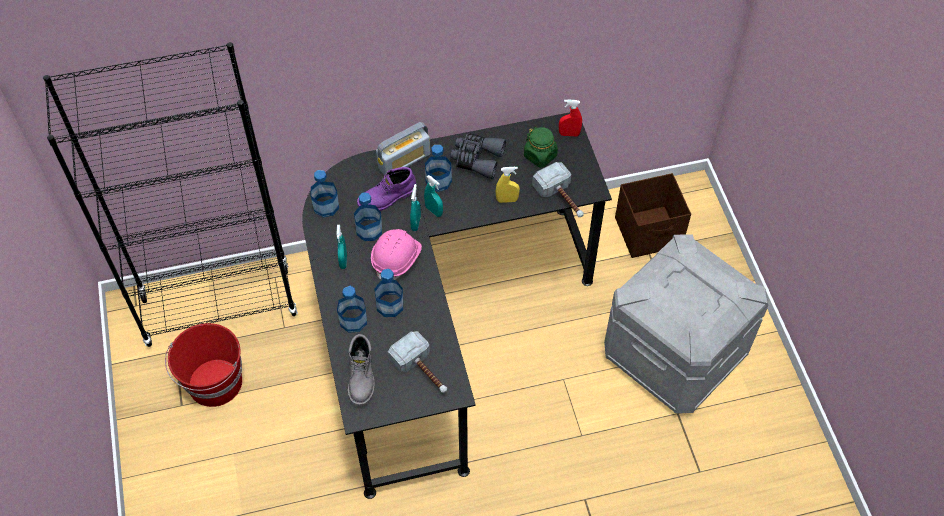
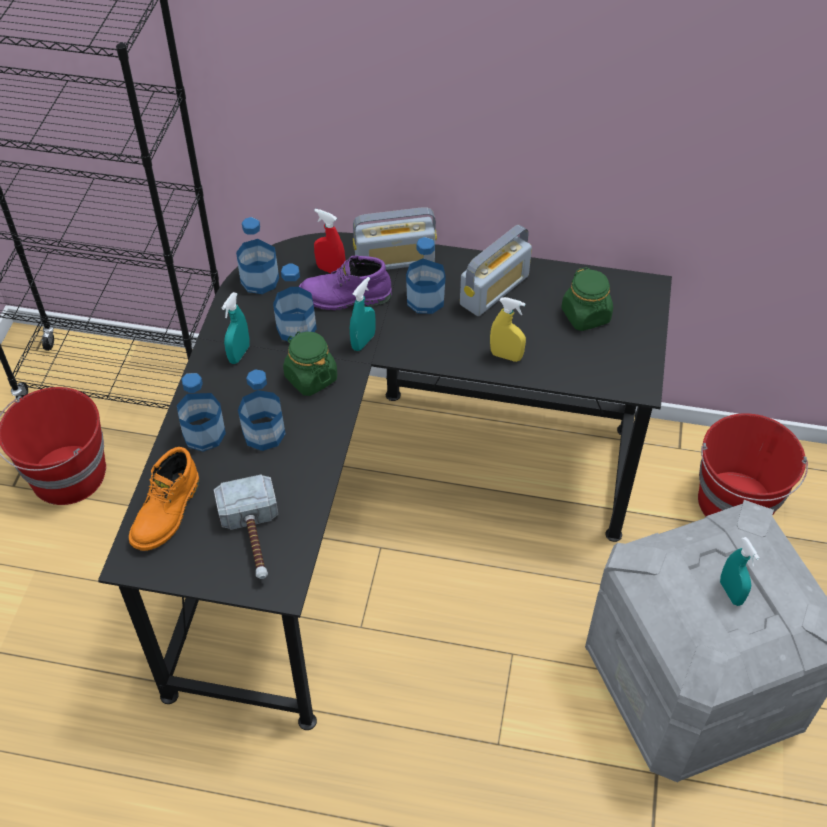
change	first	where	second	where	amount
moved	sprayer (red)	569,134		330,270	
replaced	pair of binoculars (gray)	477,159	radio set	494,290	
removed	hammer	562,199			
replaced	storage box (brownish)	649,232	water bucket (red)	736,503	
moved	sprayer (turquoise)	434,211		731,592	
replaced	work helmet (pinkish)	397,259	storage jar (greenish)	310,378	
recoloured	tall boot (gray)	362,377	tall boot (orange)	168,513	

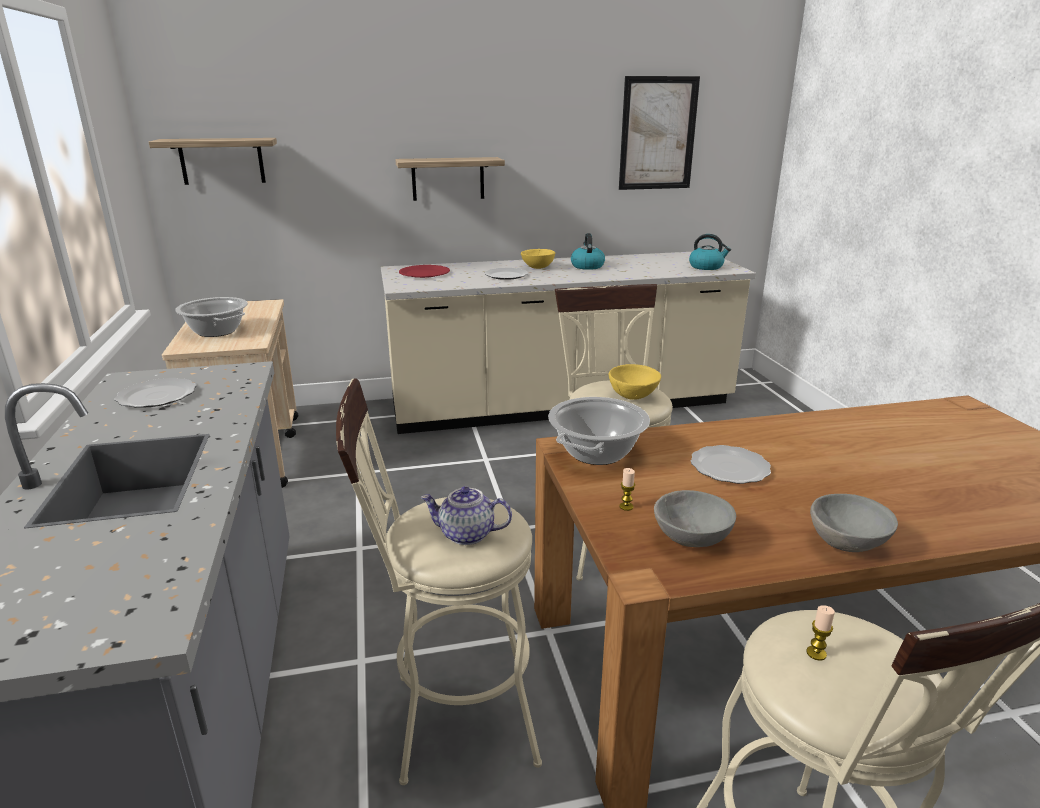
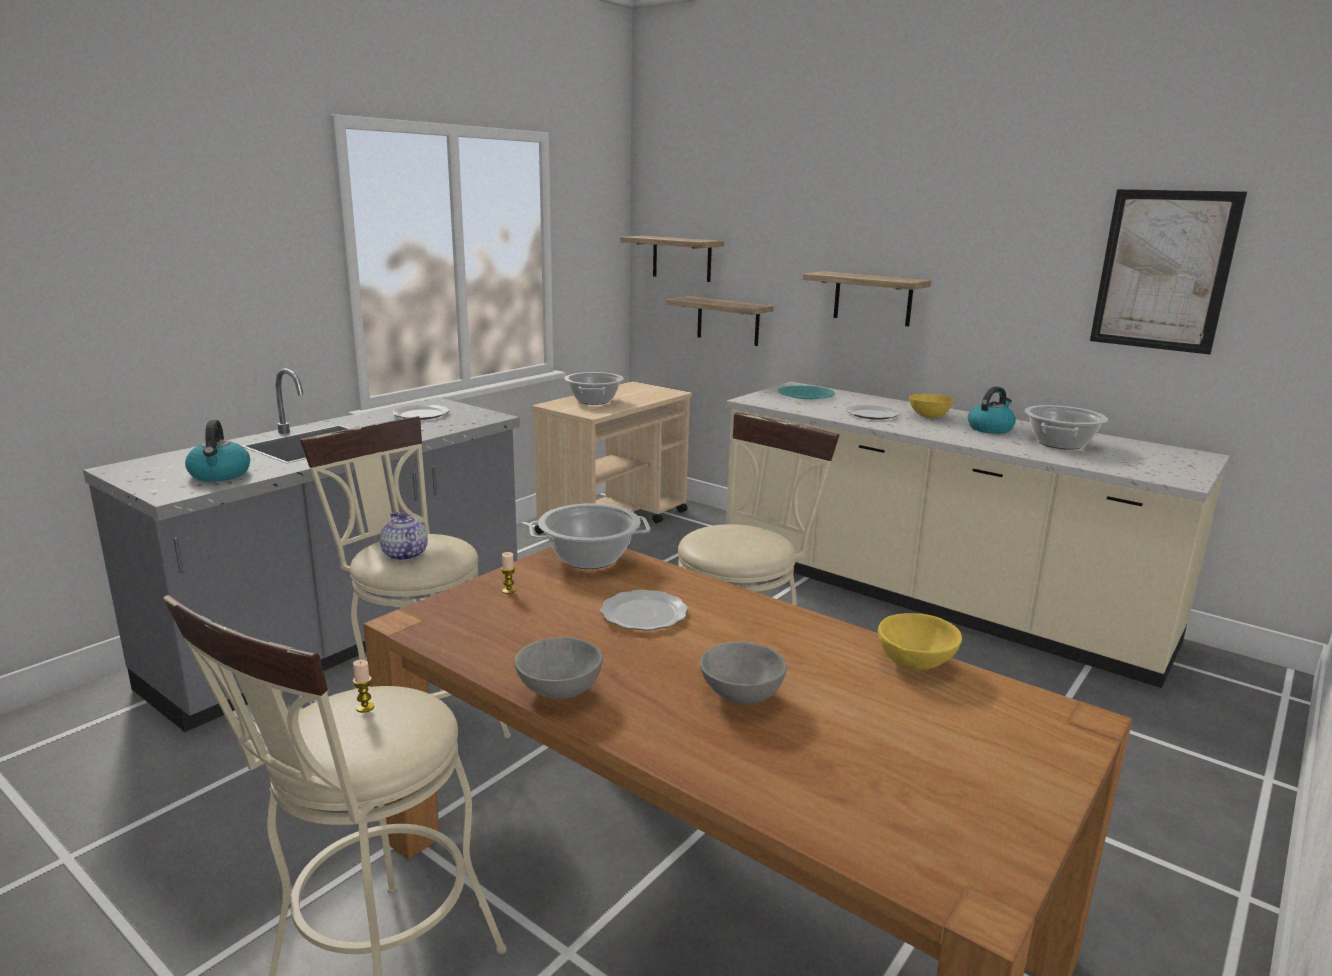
change	first	where	second	where	amount
moved	kettle	706,267		220,475	
recoloured	dinner plate (red)	424,273	dinner plate (turquoise)	806,394	
moved	serving bowl (yellowish)	634,396		916,664	
moved	serving bowl (gray)	691,541		740,697	
added			shelf	728,321	
added			cooking pot	1060,444	

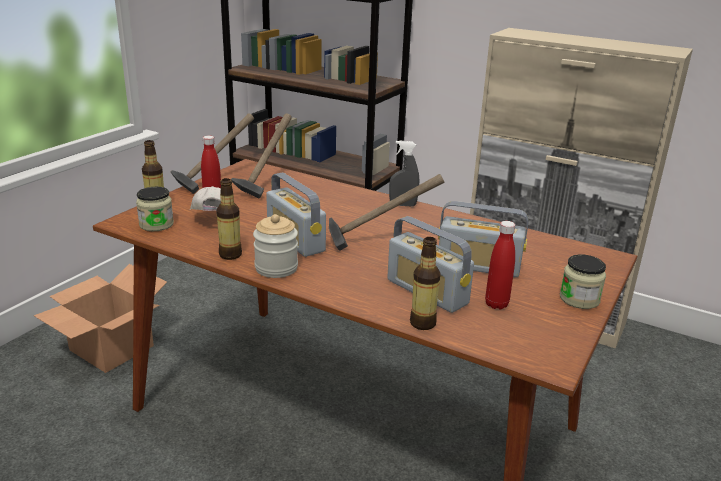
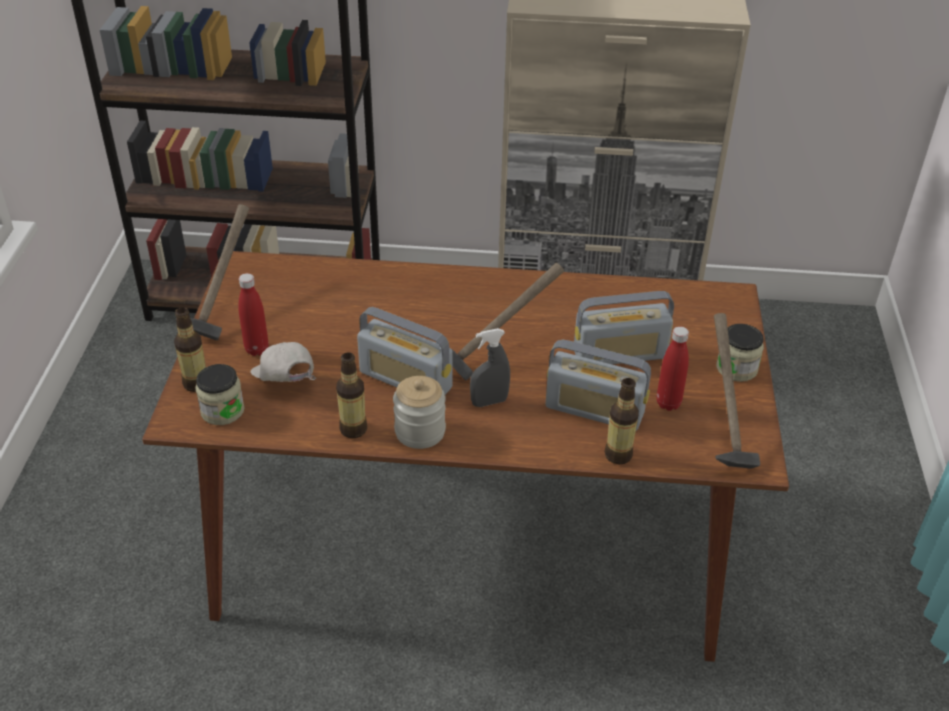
change	first	where	second	where	amount
moved	hammer	265,184		721,430	
moved	sprayer (gray)	402,205		489,402	
removed	carton	113,348			

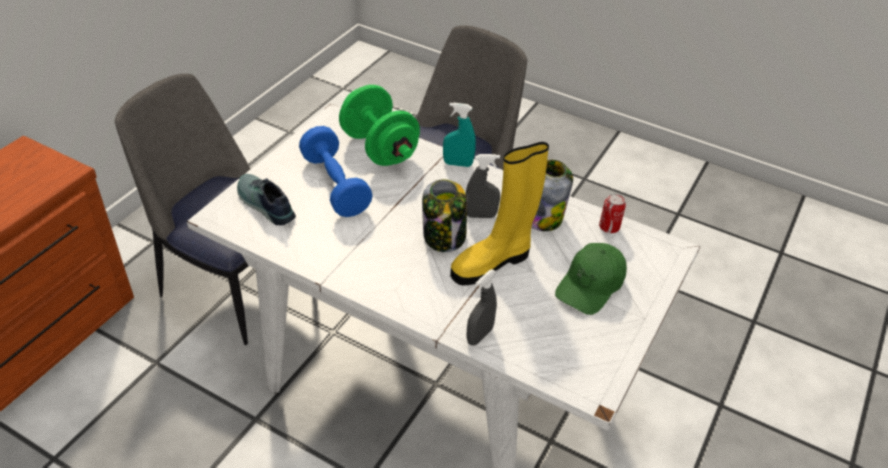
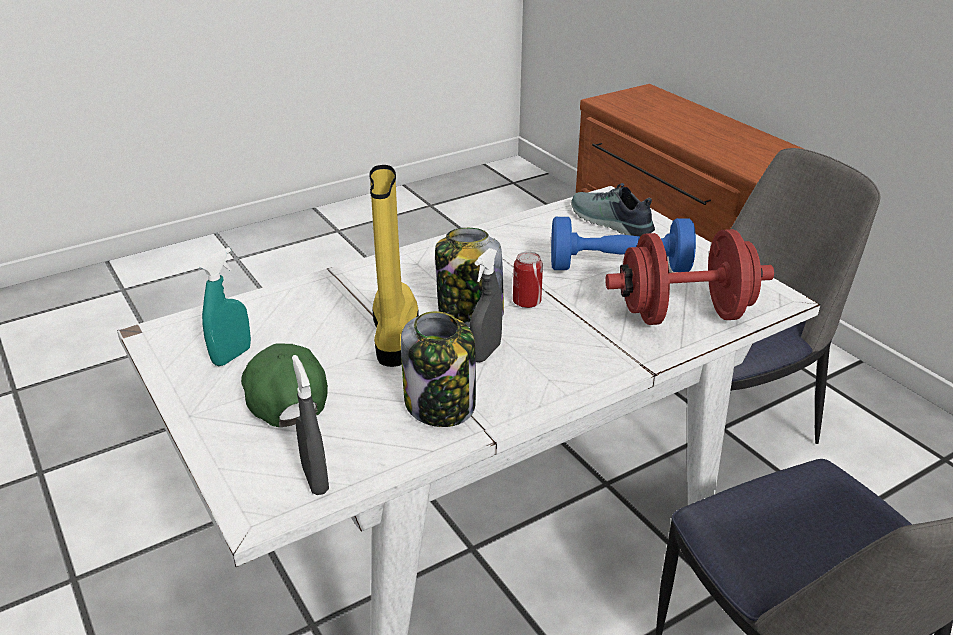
change	first	where	second	where	amount
recoloured	dumbbell (greenish)	379,148	dumbbell (red)	683,315	
moved	sprayer (turquoise)	458,164		232,356	
turned	item of footwear	264,205		609,222	120 degrees counterclockwise
moved	metal can	609,227		526,302	
moved	sprayer (gray)	479,335		315,479	

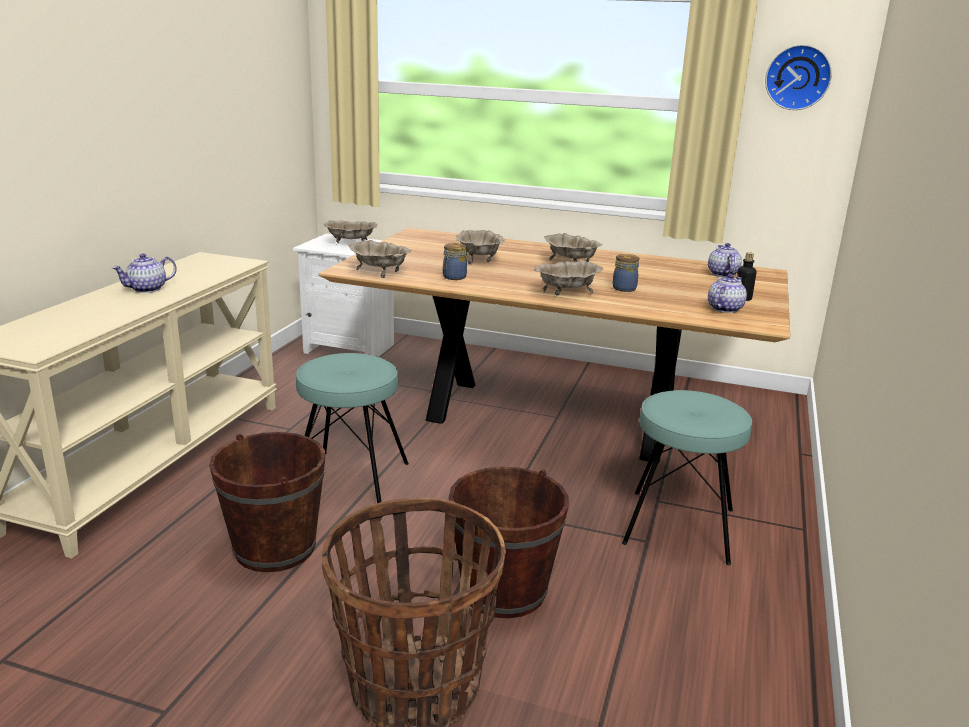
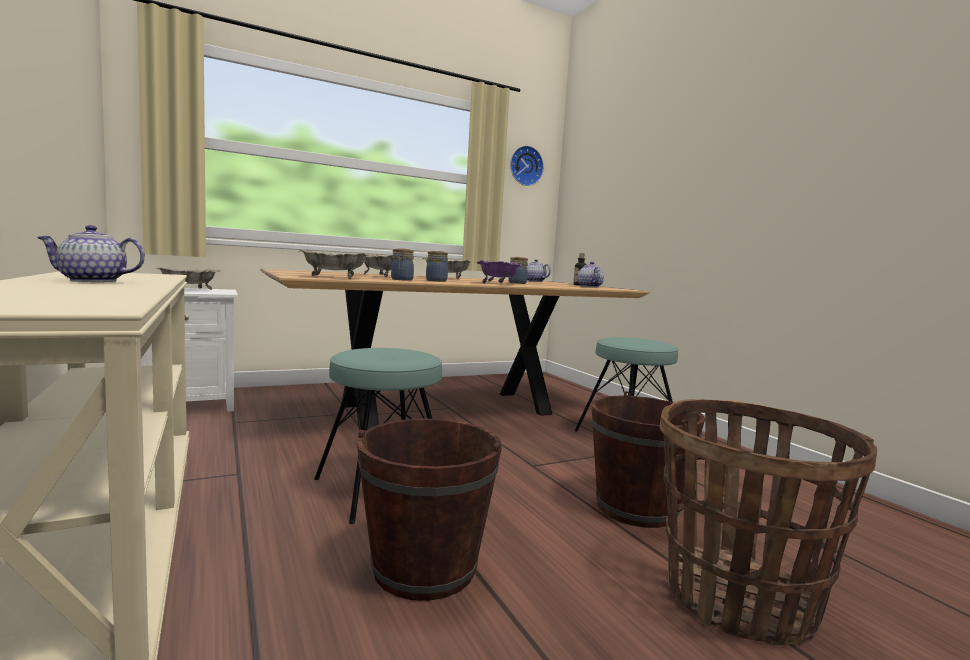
change	first	where	second	where	amount
turned	tea pot	147,289		92,281	75 degrees clockwise
recoloured	serving bowl (sand-coloured)	566,293	serving bowl (purple)	498,283	
added			storage jar	436,281	

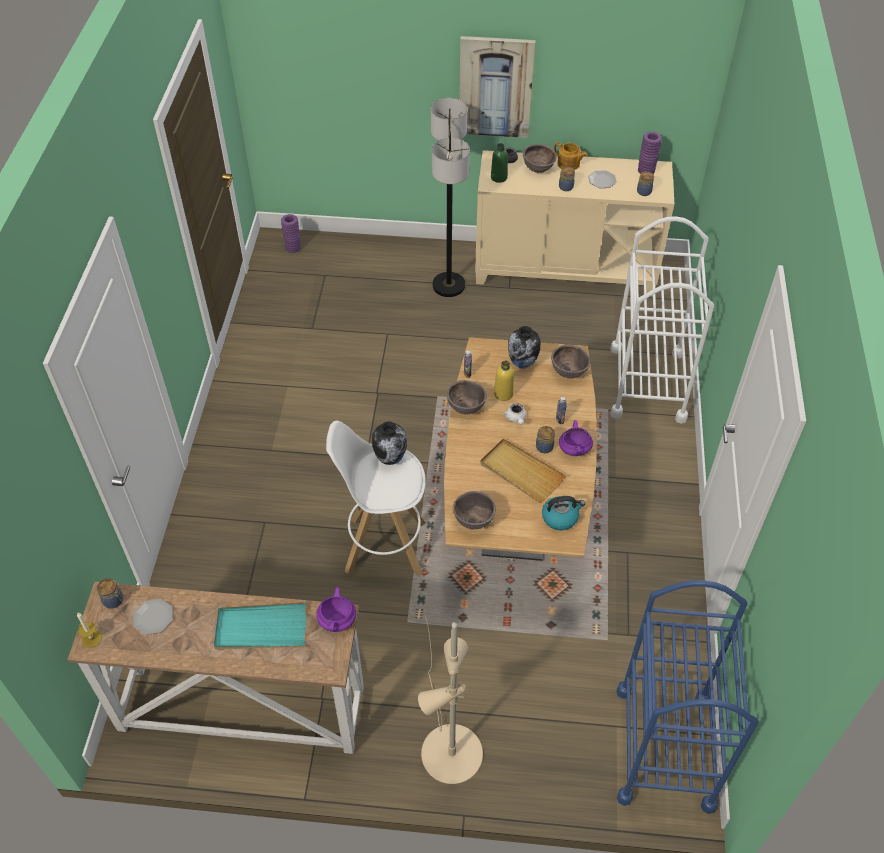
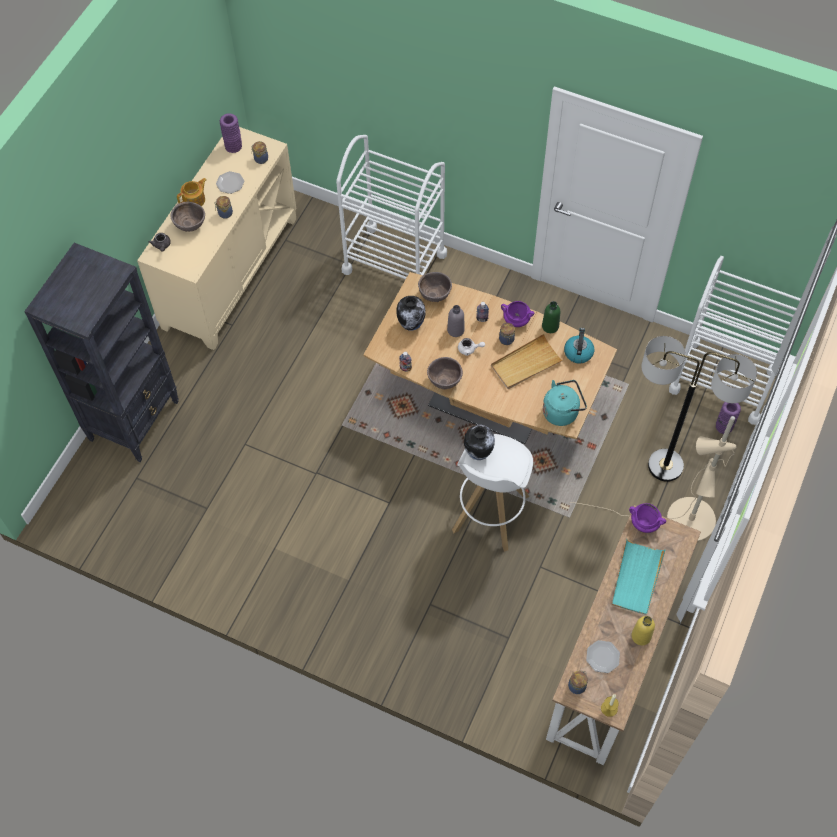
change	first	where	second	where	amount
removed	wall picture	495,87			
moved	floor lamp	449,285		665,465	
moved	bottle (greenish)	499,177		550,326	
moved	flower vase (purple)	293,247		724,426	
moved	bottle (yellowish)	503,394		641,636	
replaced	serving bowl (brownish)	474,521	kettle (turquoise)	562,411	
recoloured	cart (blue-coloured)	664,747	cart (white)	723,381	
added			bookshelf (blackish)	135,420	
added			bottle (gray)	455,330	

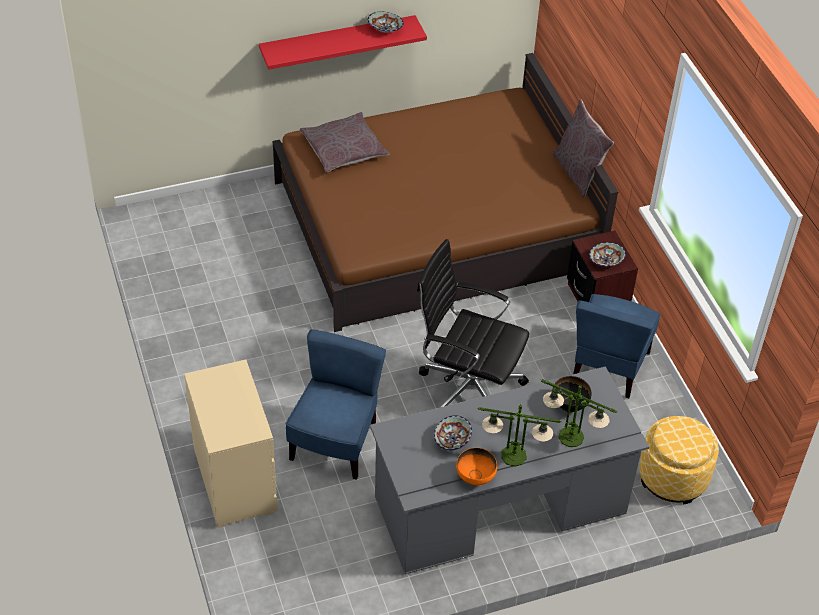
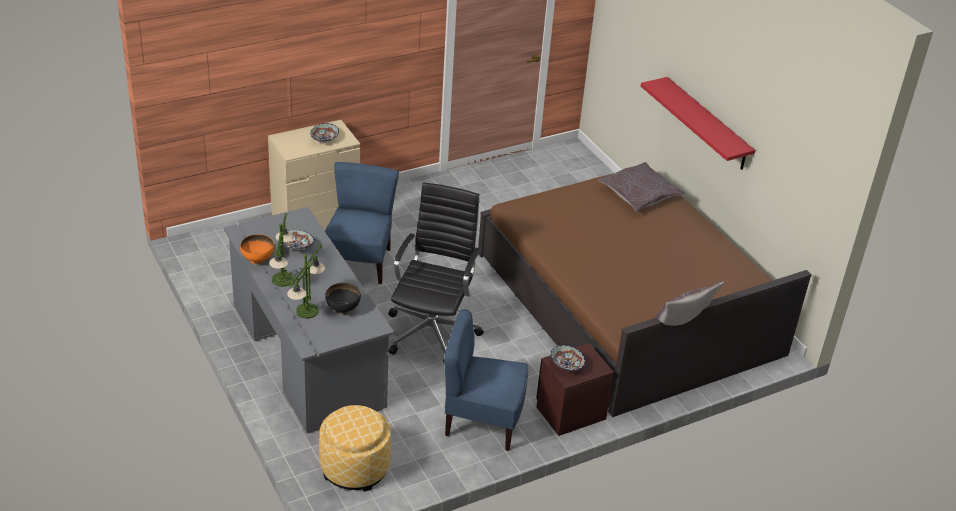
change	first	where	second	where	amount
moved	serving bowl	385,29		324,139	
turned	chair (blue-coloured)	335,443		359,262	90 degrees counterclockwise

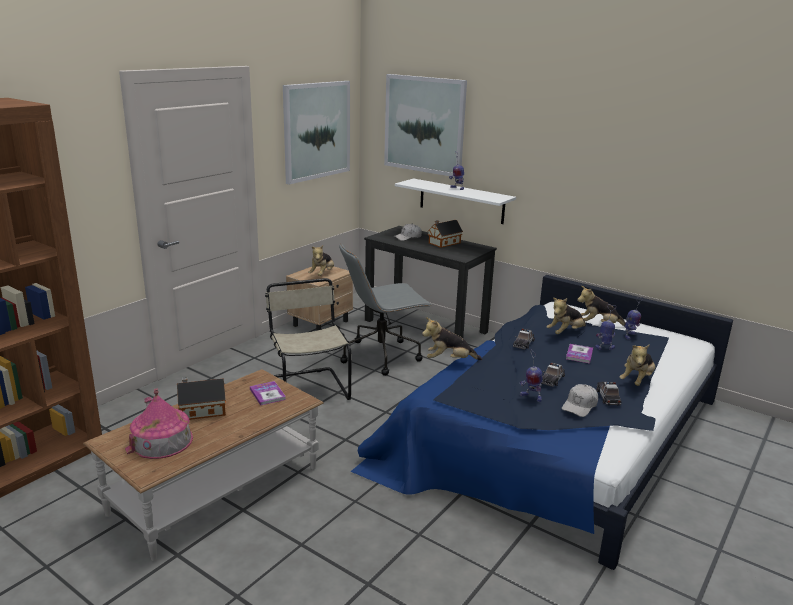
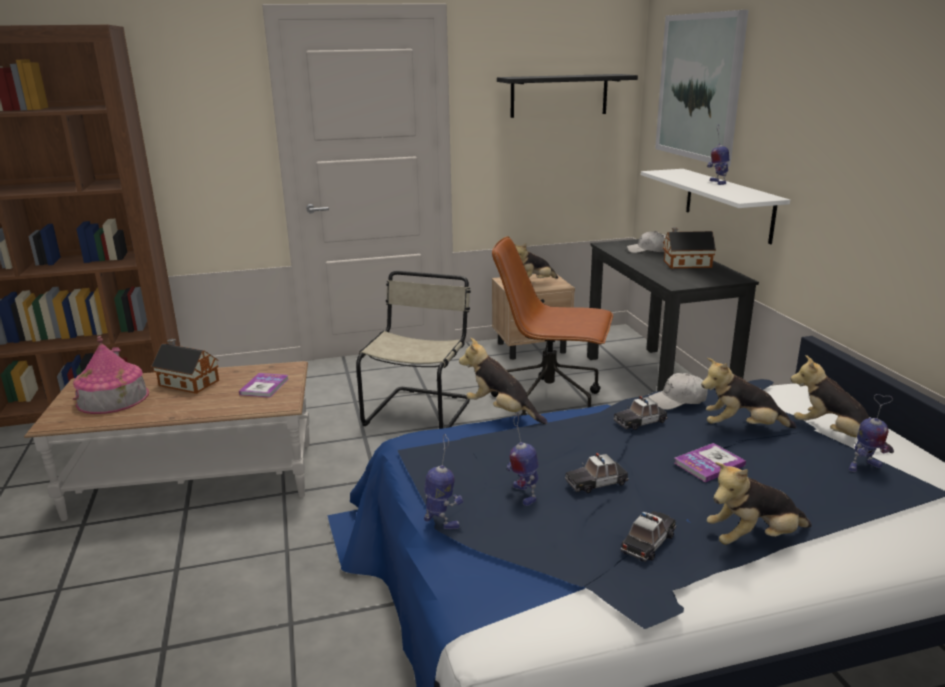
change	first	where	second	where	amount
replaced	wall picture	317,130	shelf (blackish)	559,95	
recoloured	office chair (gray)	382,355	office chair (brownish)	550,401	
moved	model robot	605,348		441,521	
moved	cap (white)	580,406		678,400	

